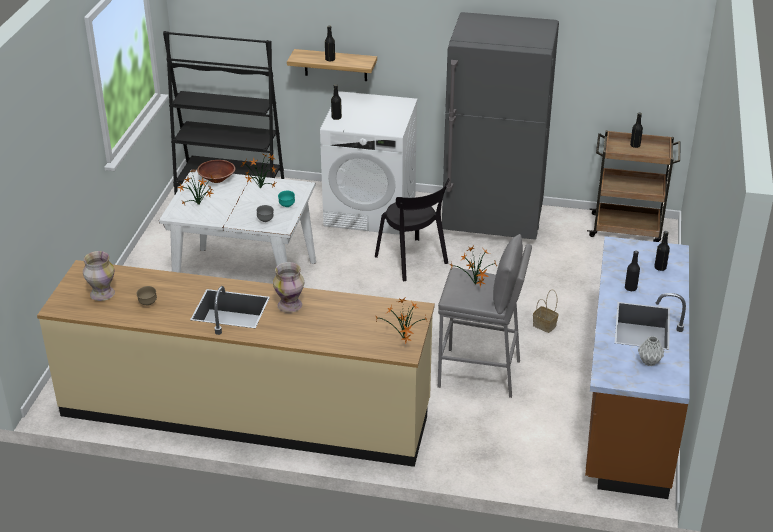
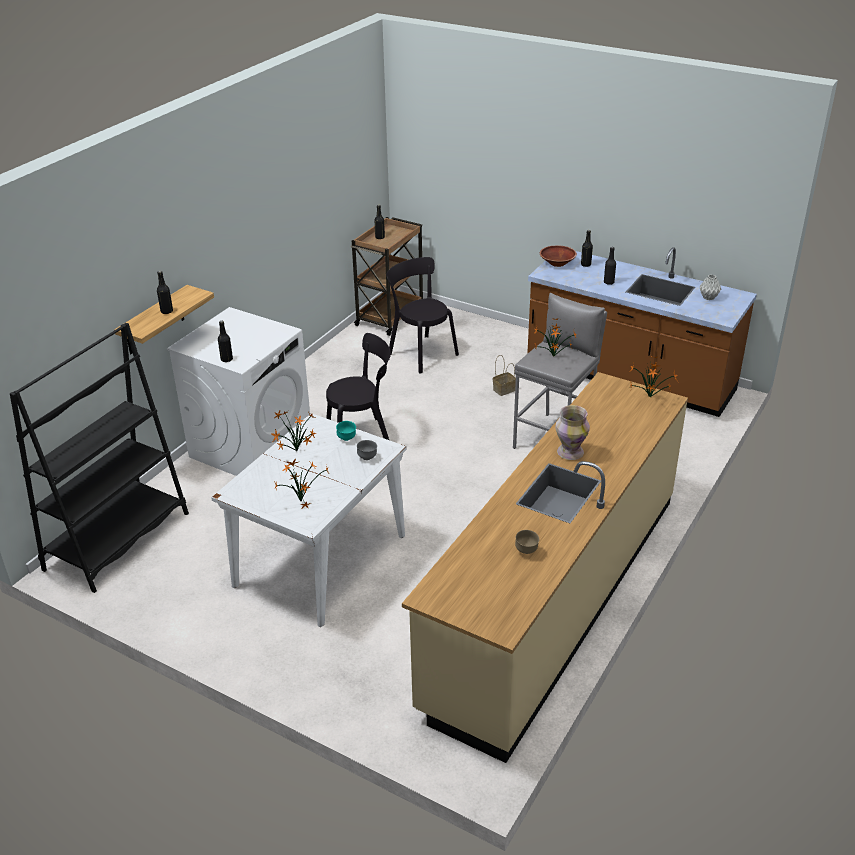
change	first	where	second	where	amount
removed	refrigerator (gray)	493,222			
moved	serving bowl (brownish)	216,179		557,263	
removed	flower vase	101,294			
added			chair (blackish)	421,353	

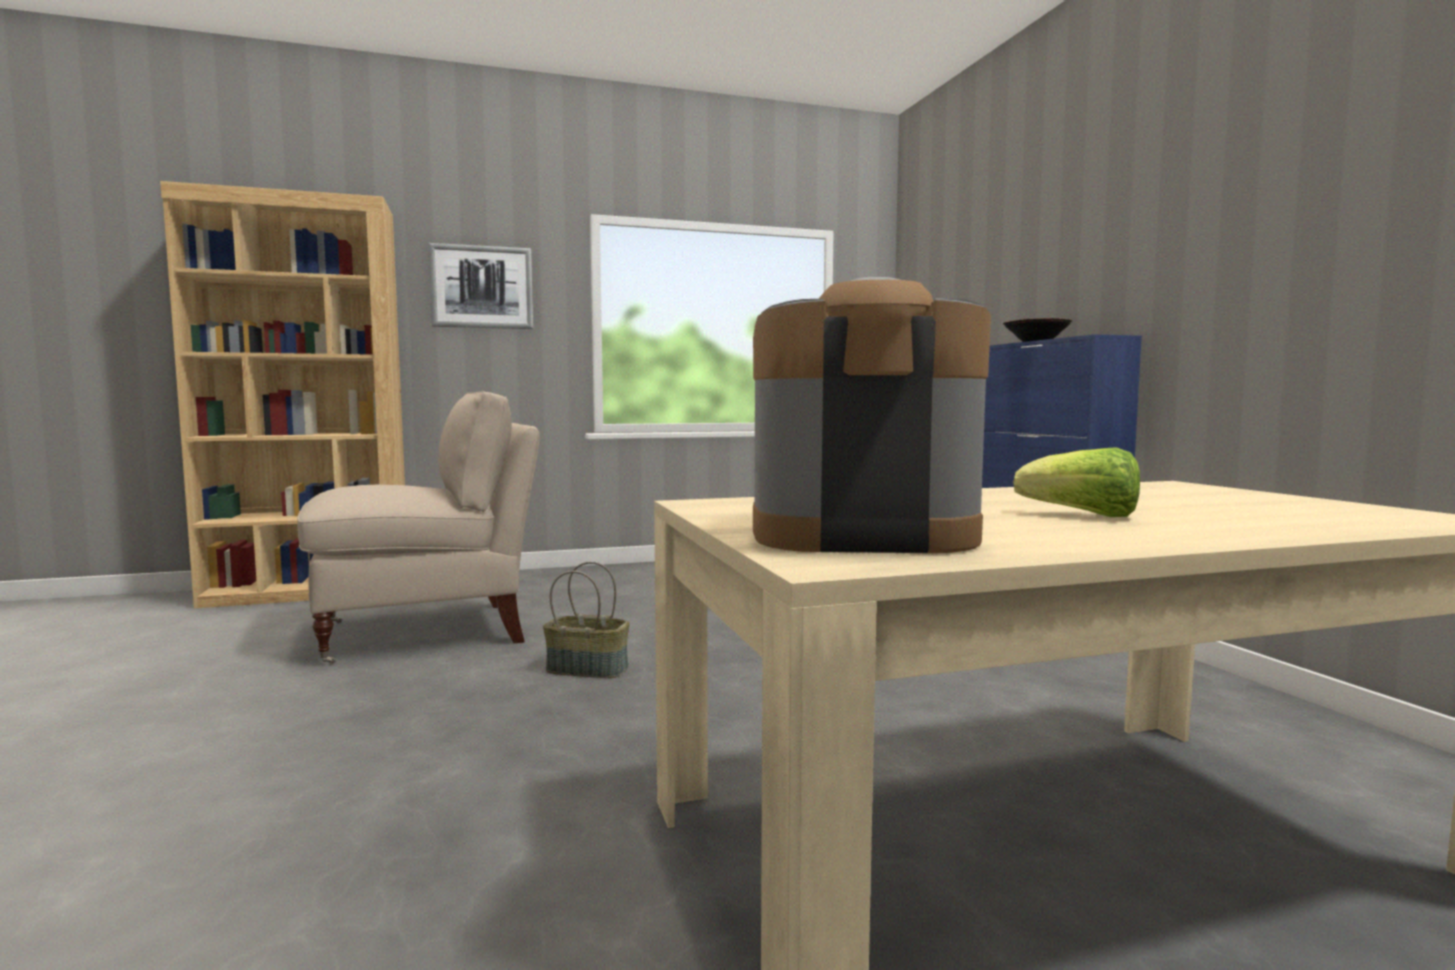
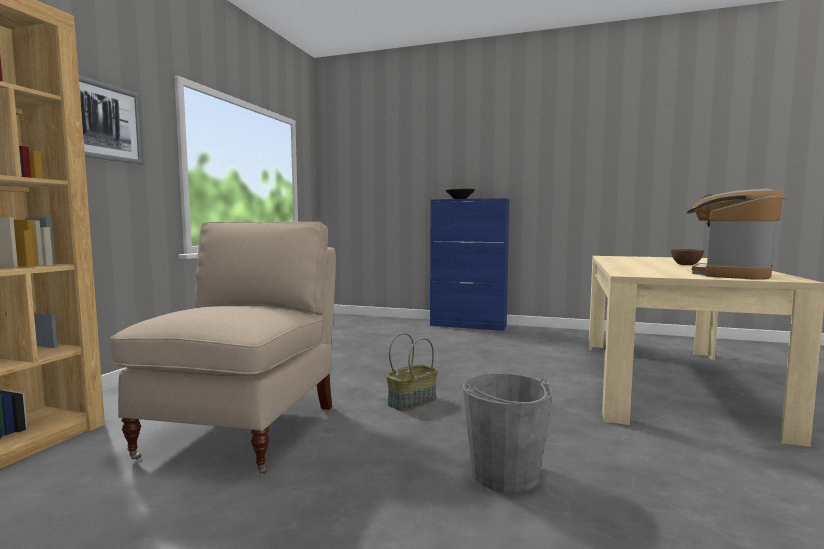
change	first	where	second	where	amount
replaced	lettuce	1082,515	serving bowl (brownish)	686,265	
added			water bucket (gray)	505,473	

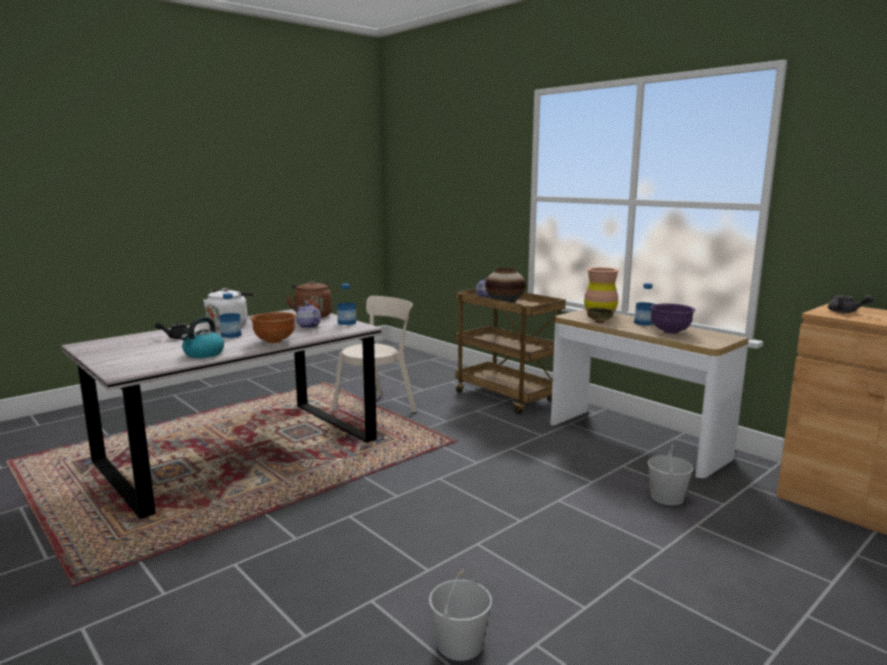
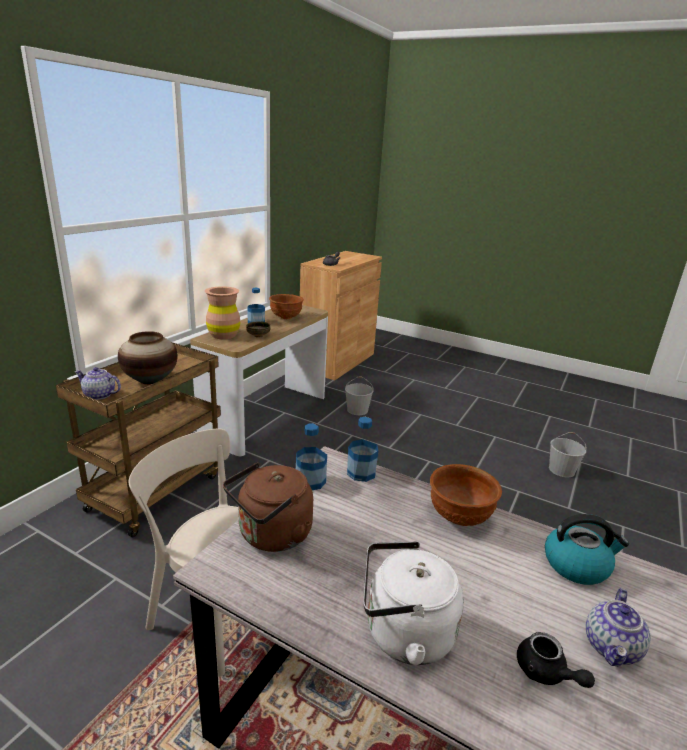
change	first	where	second	where	amount
moved	bottle	231,335		361,472	
moved	tea pot	308,326		612,647	
recoloured	serving bowl (purple)	670,332	serving bowl (brownish)	286,318	

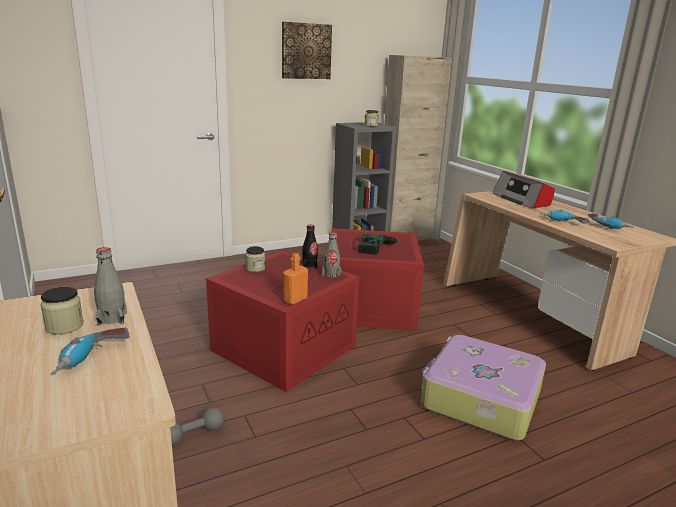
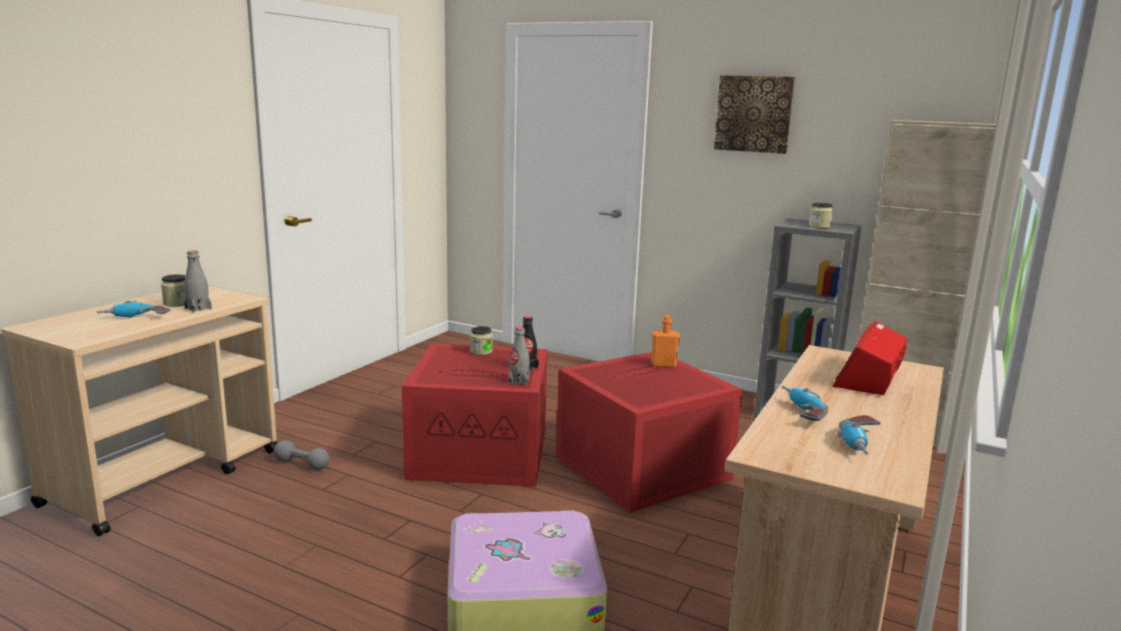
change	first	where	second	where	amount
removed	power drill	381,248			
moved	bottle (orange)	295,300		663,365	

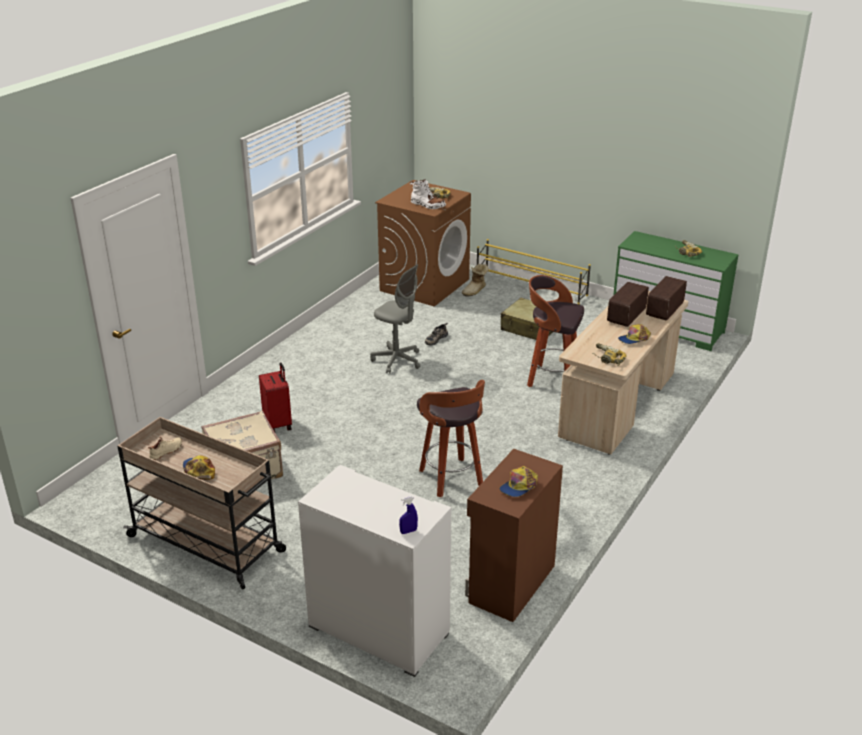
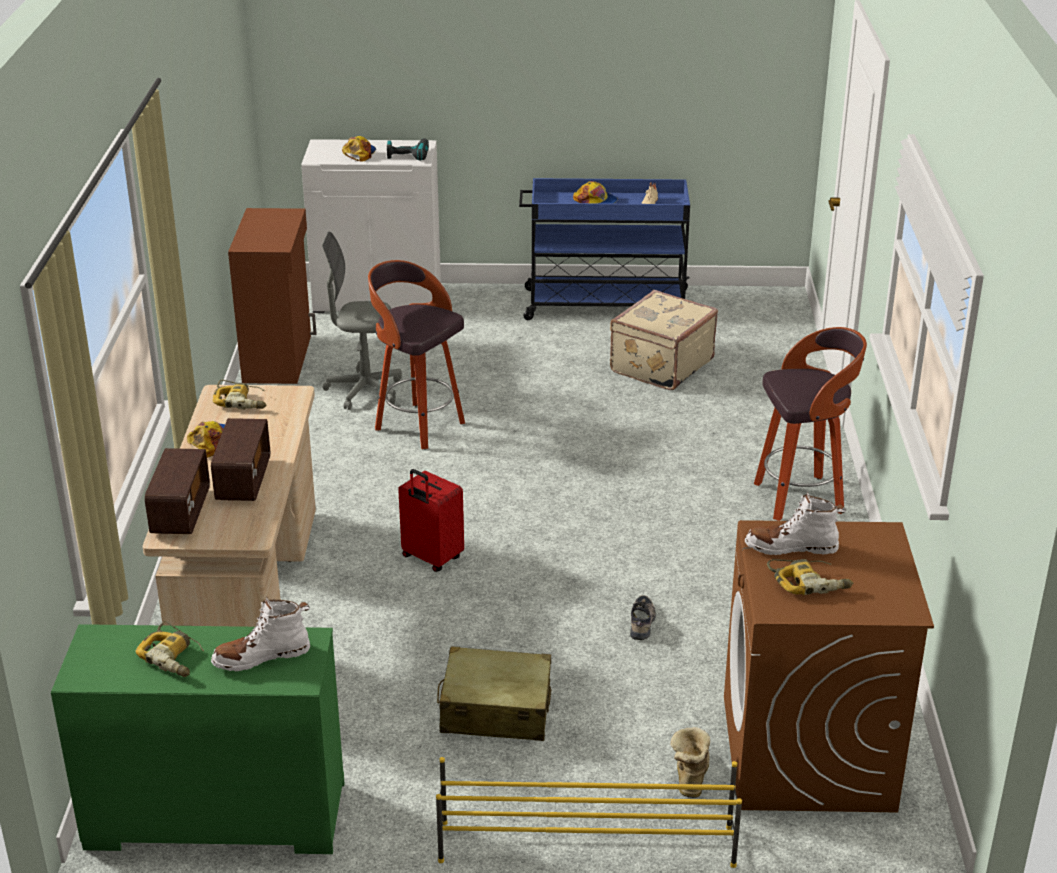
change	first	where	second	where	amount
moved	office chair (gray)	397,360		364,391	
moved	stool	551,379		801,498	
moved	suitcase (red)	278,424		431,558	
recoloured	cart (sand-coloured)	207,544	cart (blue-coloured)	604,305	
moved	cap	519,486		359,153	
removed	sprayer (blue-coloured)	408,531			
added			power drill	408,155	
added			tall boot (white)	261,657	

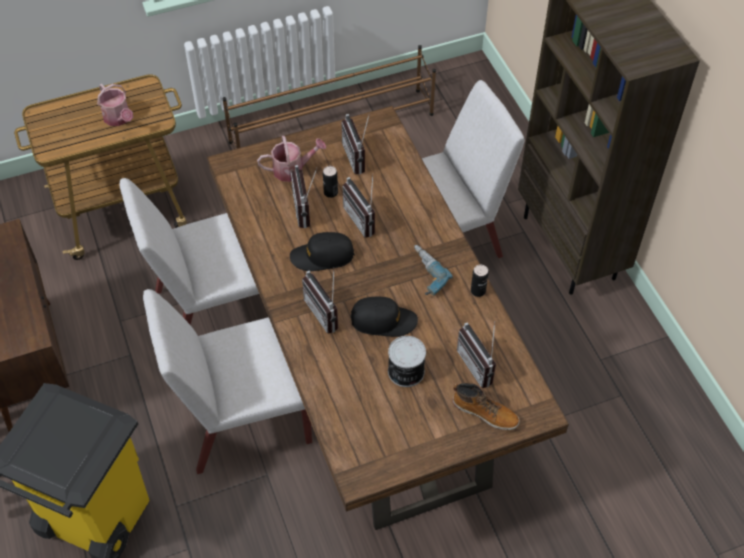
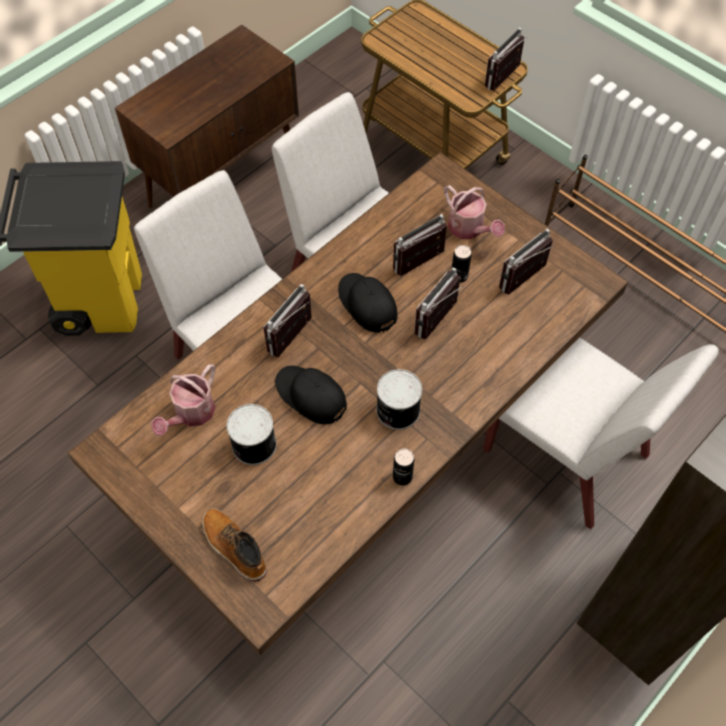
change	first	where	second	where	amount
moved	watering can	119,119		191,414	
replaced	power drill	423,274	metal can	396,410	
turned	cap (blackish)	383,320		311,396	150 degrees clockwise
moved	radio set	480,365		506,79	
turned	tall boot	485,412		234,548	135 degrees clockwise

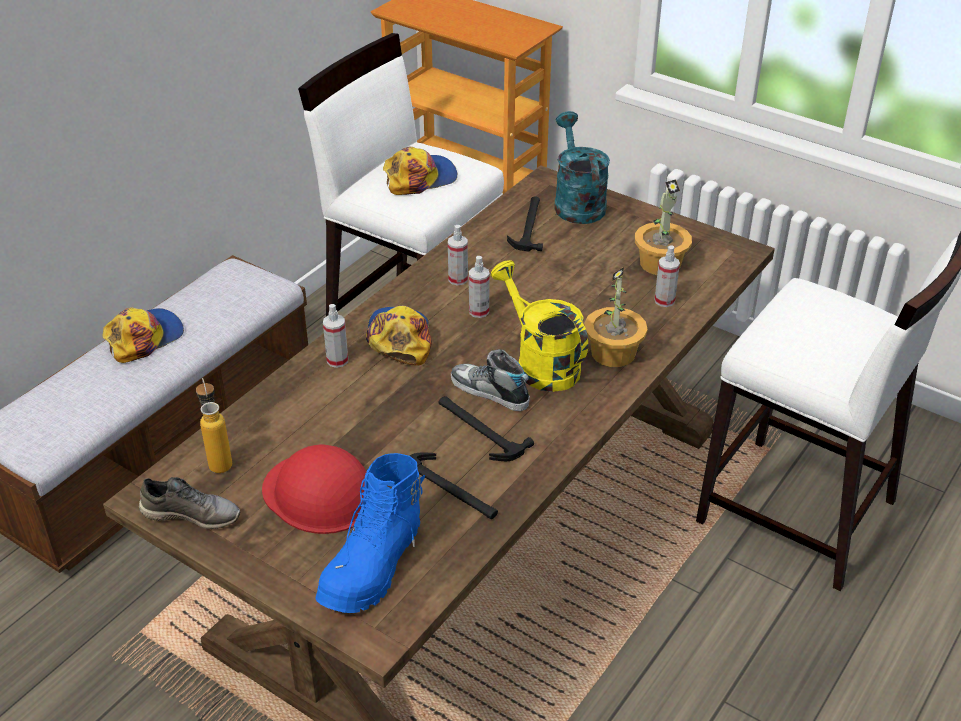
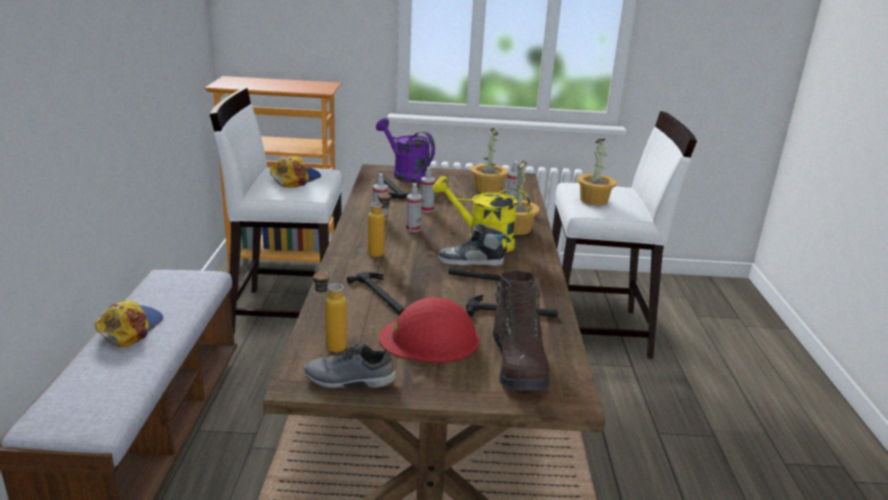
change	first	where	second	where	amount
recoloured	watering can (turquoise)	576,202	watering can (purple)	406,174	
moved	sprayer	337,360		426,209	
replaced	cap	400,339	bottle	379,251	
recoloured	tall boot (blue-coloured)	374,566	tall boot (brownish)	518,364	
turned	item of footwear (gray)	192,514		349,381	150 degrees counterclockwise
added			plant in a pot	594,200	
added			hammer	381,296	

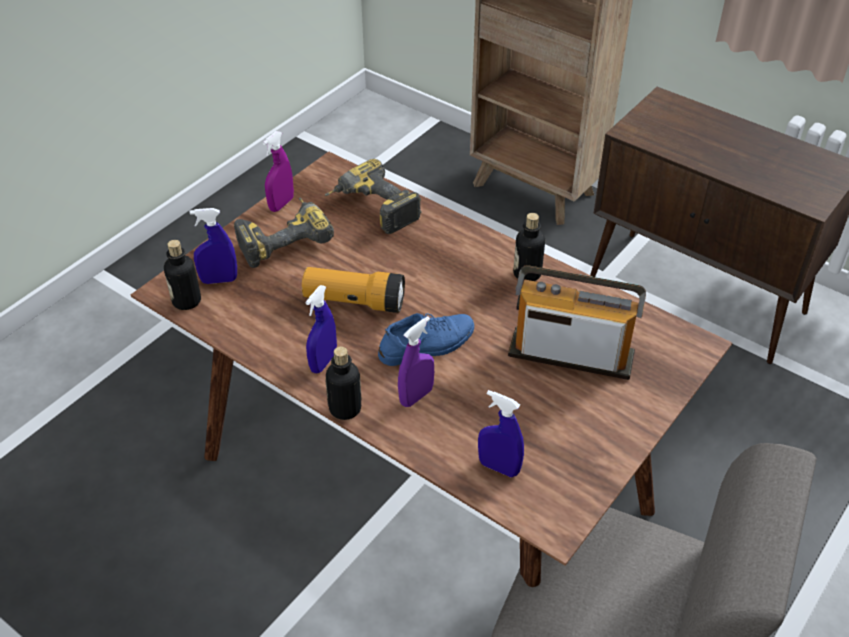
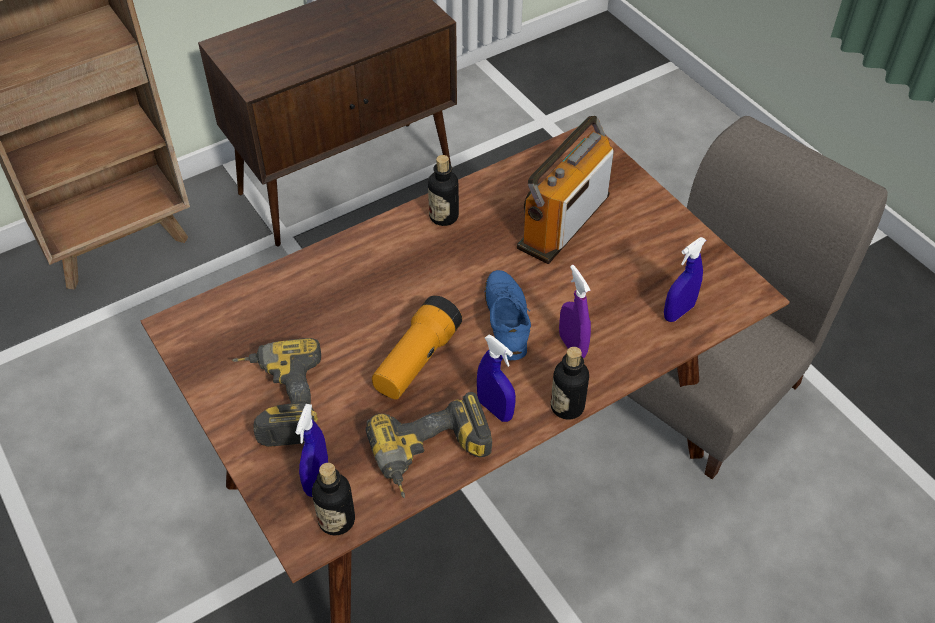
change	first	where	second	where	amount
removed	sprayer (purple)	281,204			
moved	power drill	371,210		432,459	

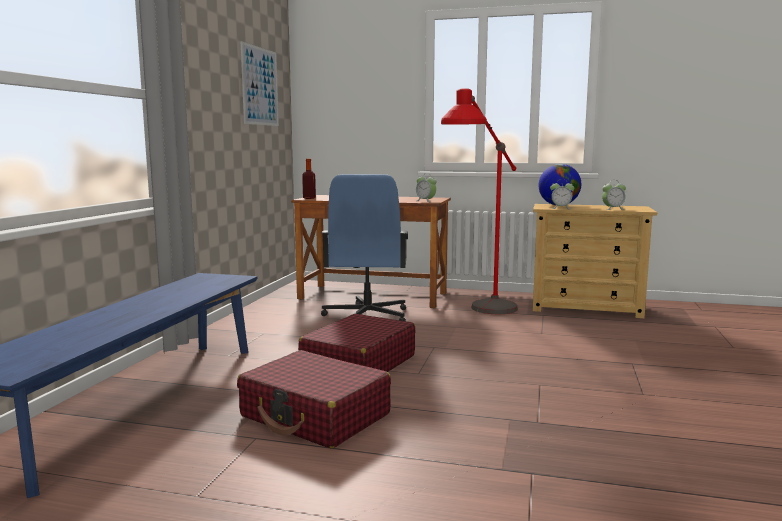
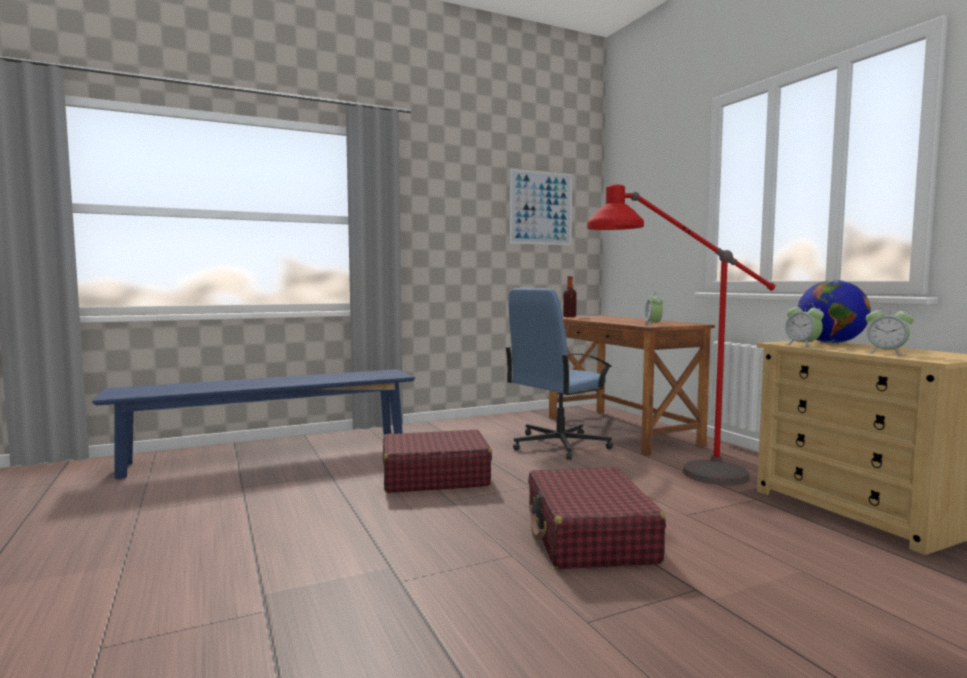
change	first	where	second	where	amount
moved	suitcase (red)	315,416		589,536	

